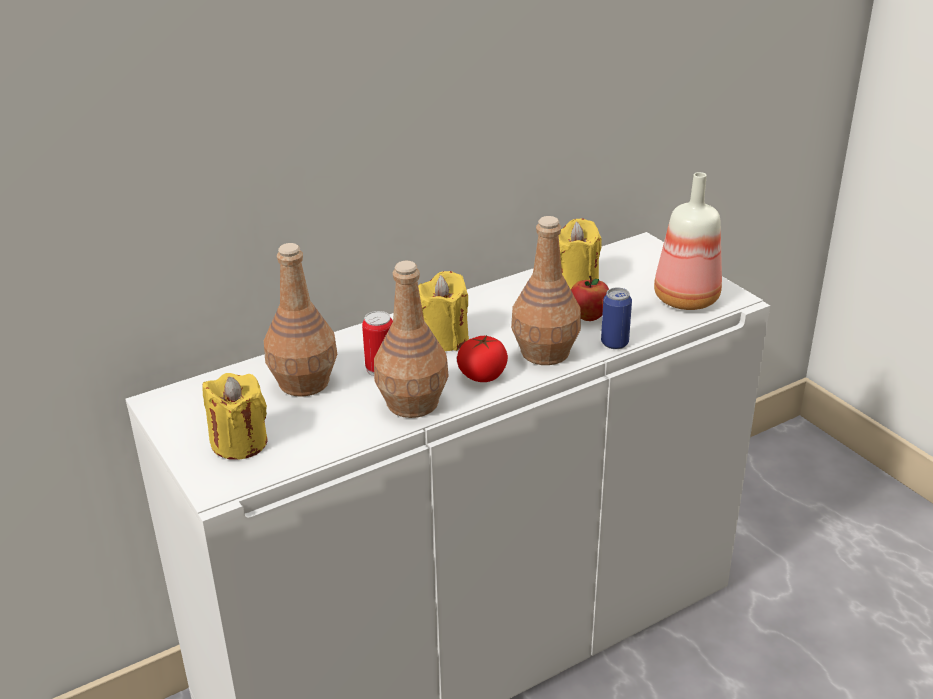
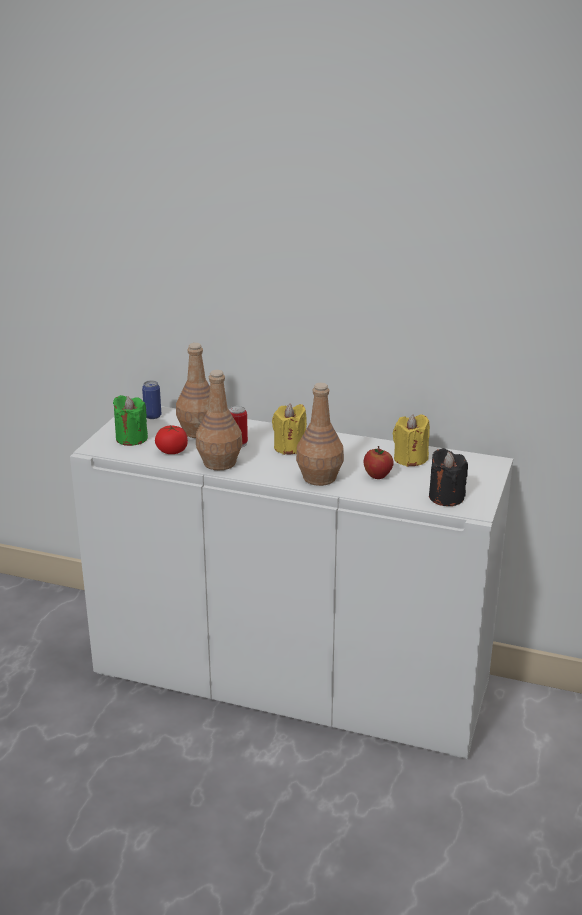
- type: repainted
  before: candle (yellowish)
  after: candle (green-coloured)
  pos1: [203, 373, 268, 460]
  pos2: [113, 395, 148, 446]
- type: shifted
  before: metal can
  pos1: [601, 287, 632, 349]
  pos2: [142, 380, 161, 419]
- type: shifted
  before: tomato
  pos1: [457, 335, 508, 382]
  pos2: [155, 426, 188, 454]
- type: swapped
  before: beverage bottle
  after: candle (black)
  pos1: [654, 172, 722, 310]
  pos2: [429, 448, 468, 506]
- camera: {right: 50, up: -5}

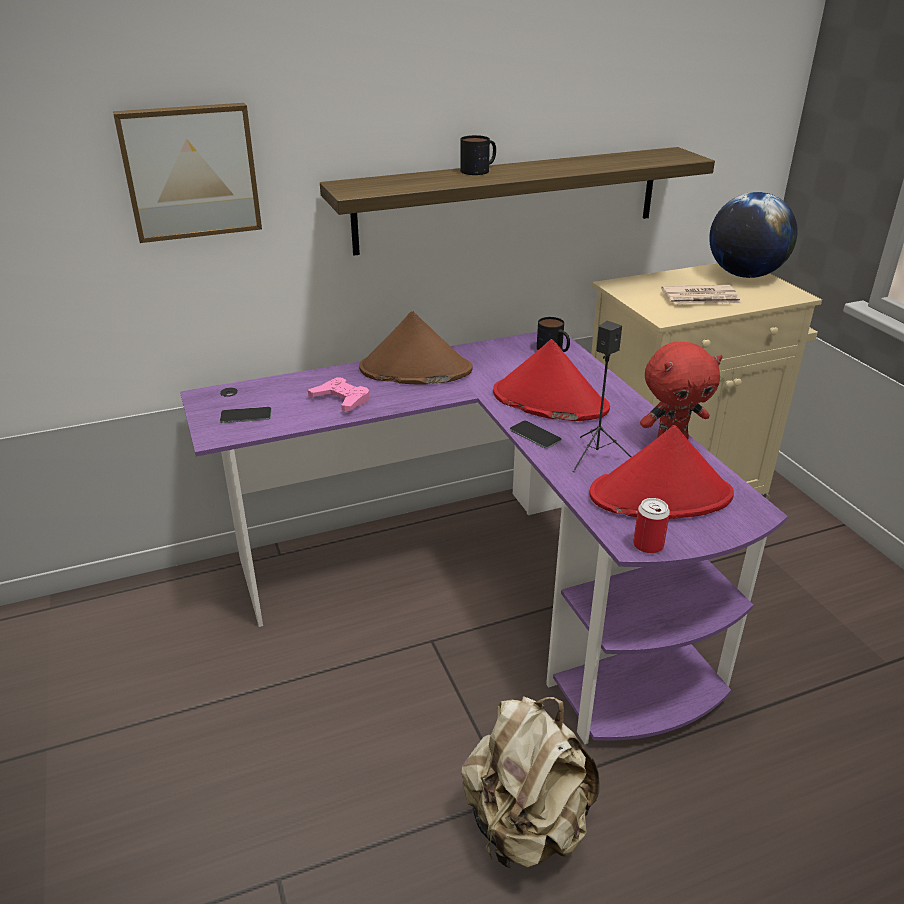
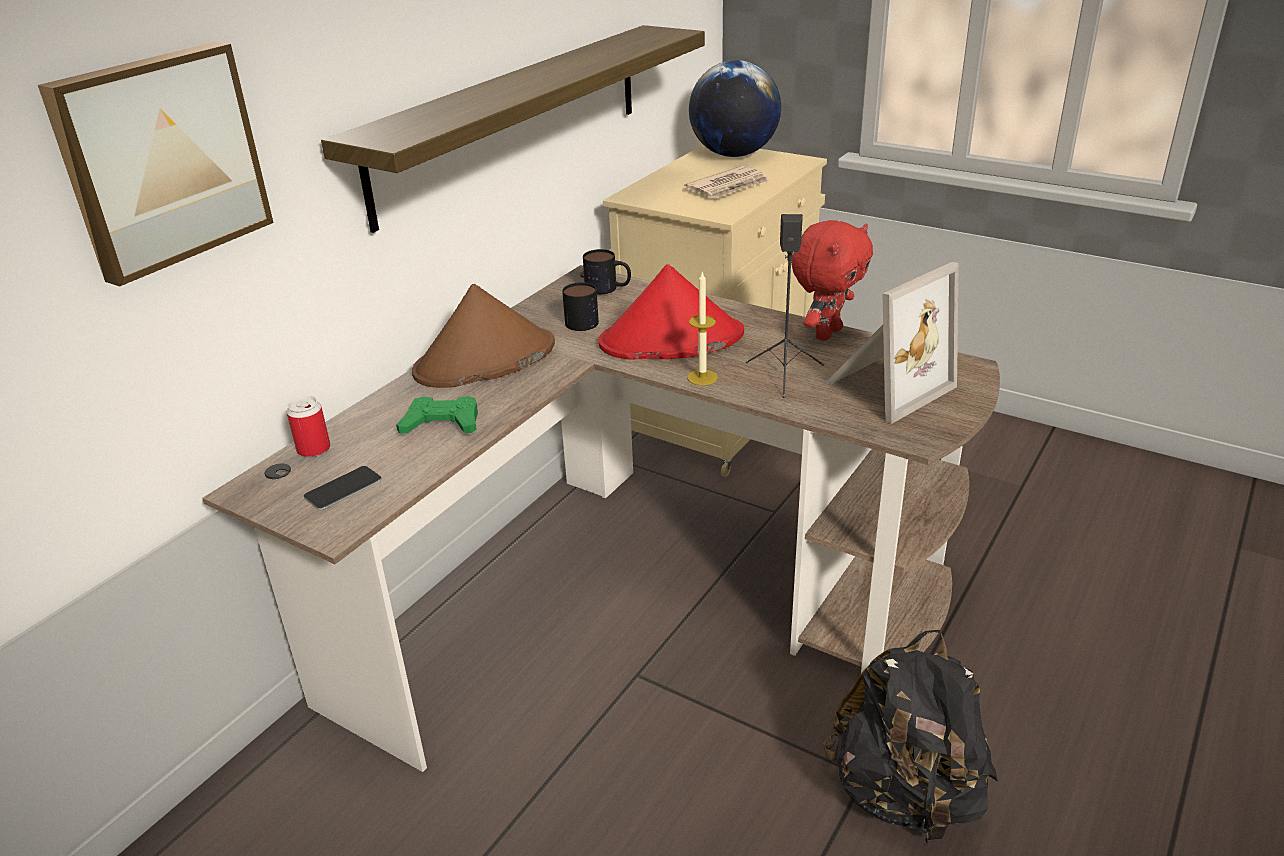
- type: repainted
  before: desk unit (purplish)
  after: desk unit (brown-coloured)
  pos1: [180, 332, 787, 744]
  pos2: [202, 265, 1000, 772]
- type: shifted
  before: metal can
  pos1: [633, 498, 670, 554]
  pos2: [287, 396, 330, 457]
- type: repainted
  before: joypad (pink-coloured)
  after: joypad (green-coloured)
  pos1: [308, 377, 370, 412]
  pos2: [396, 396, 478, 434]
- type: shifted
  before: mug
  pos1: [460, 135, 496, 175]
  pos2: [562, 282, 599, 331]
- type: swapped
  before: telephone
  after: candle
  pos1: [510, 421, 562, 449]
  pos2: [687, 271, 718, 385]
- type: repainted
  before: backpack (sand-coloured)
  after: backpack (black)
  pos1: [461, 696, 600, 869]
  pos2: [823, 630, 998, 845]
- type: swapped
  before: hat (reddish)
  after: photo frame
  pos1: [589, 425, 734, 519]
  pos2: [825, 262, 959, 424]
- camera: {right: -35, up: 0}

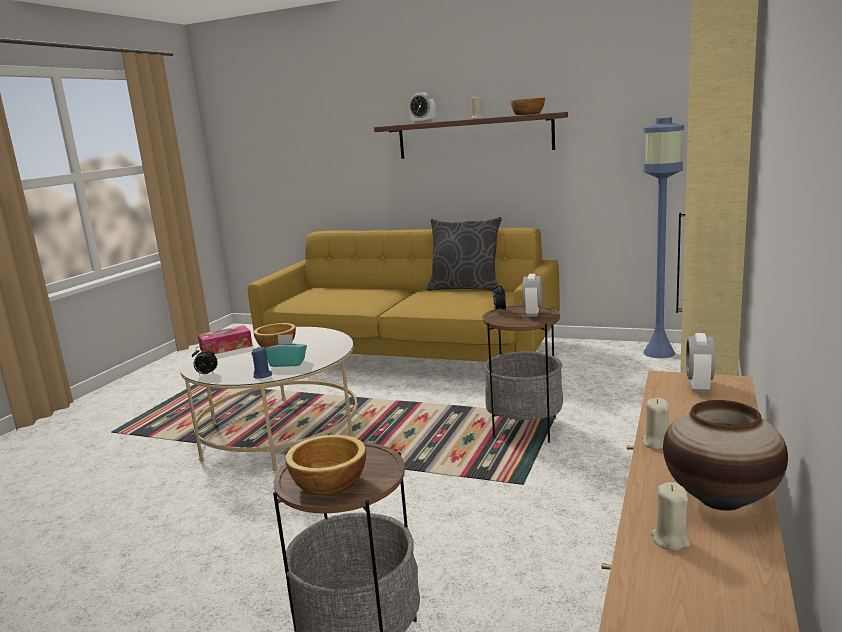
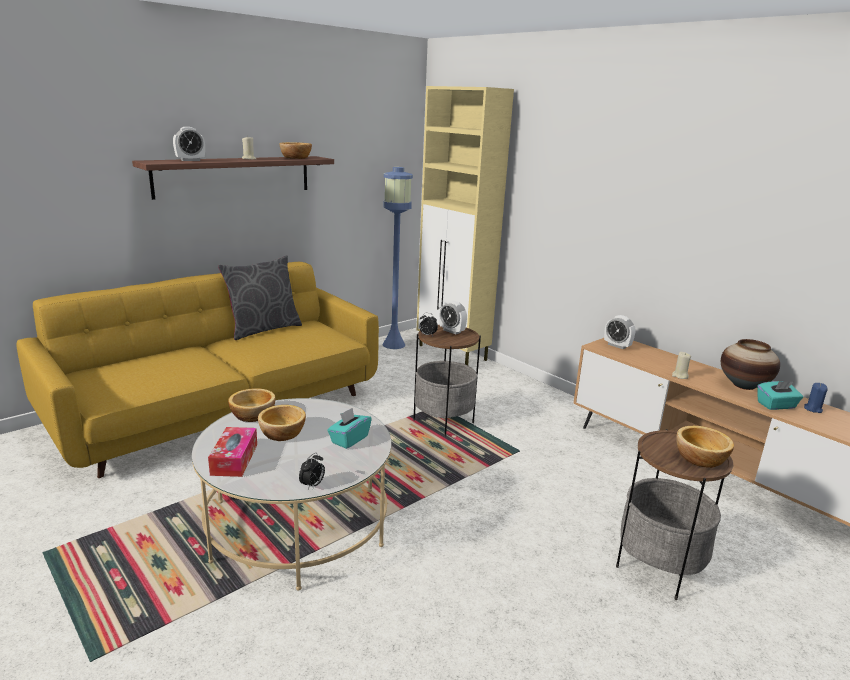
- type: new
  after: bowl
  pos2: [228, 388, 275, 422]
- type: swapped
  before: candle (sand-coloured)
  after: tissue holder (turquoise-coloured)
  pos1: [650, 482, 690, 551]
  pos2: [757, 381, 803, 410]
- type: shifted
  before: candle (blue)
  pos1: [251, 347, 272, 378]
  pos2: [804, 383, 828, 413]
- camera: {right: -65, up: 5}

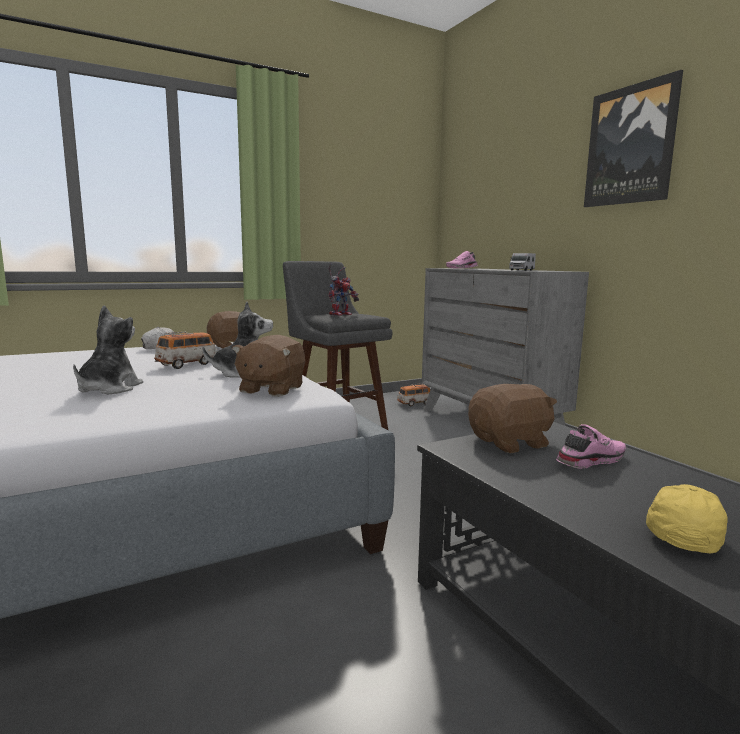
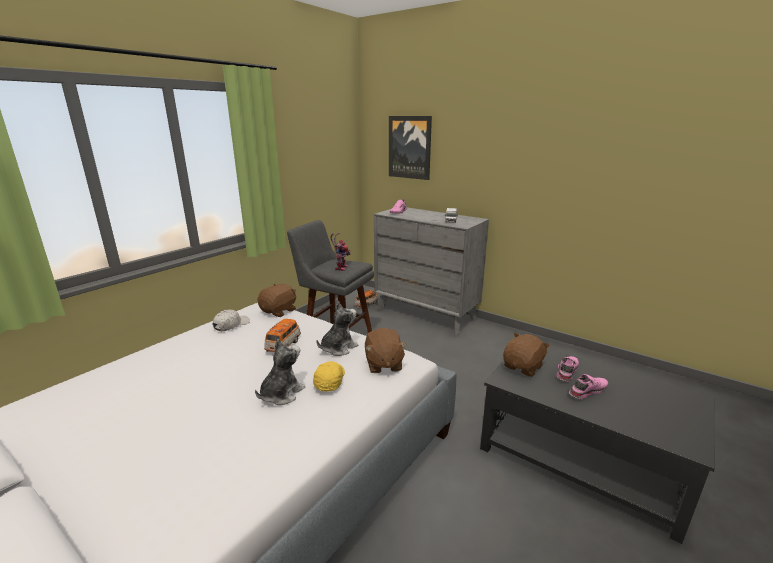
- type: rotated
  before: soft toy
  pos1: [73, 305, 143, 395]
  pos2: [255, 339, 305, 405]
  turn: 45
- type: shifted
  before: baseball cap (yellowish)
  pos1: [646, 484, 728, 553]
  pos2: [313, 361, 345, 392]
- type: shifted
  before: picture
  pos1: [584, 70, 683, 207]
  pos2: [389, 116, 432, 180]
- type: new
  after: low shoe (pink-coloured)
  pos2: [569, 374, 608, 399]
- camera: {right: -25, up: 10}

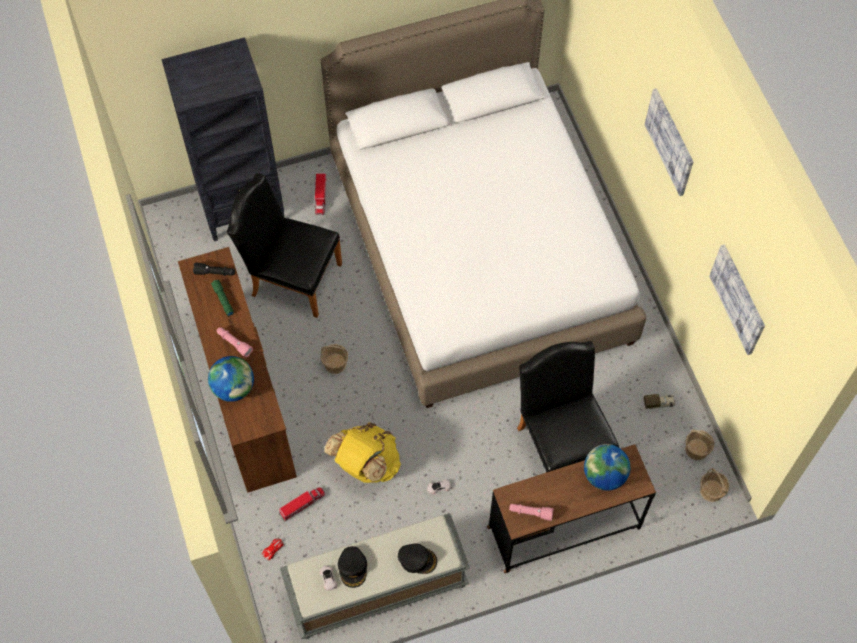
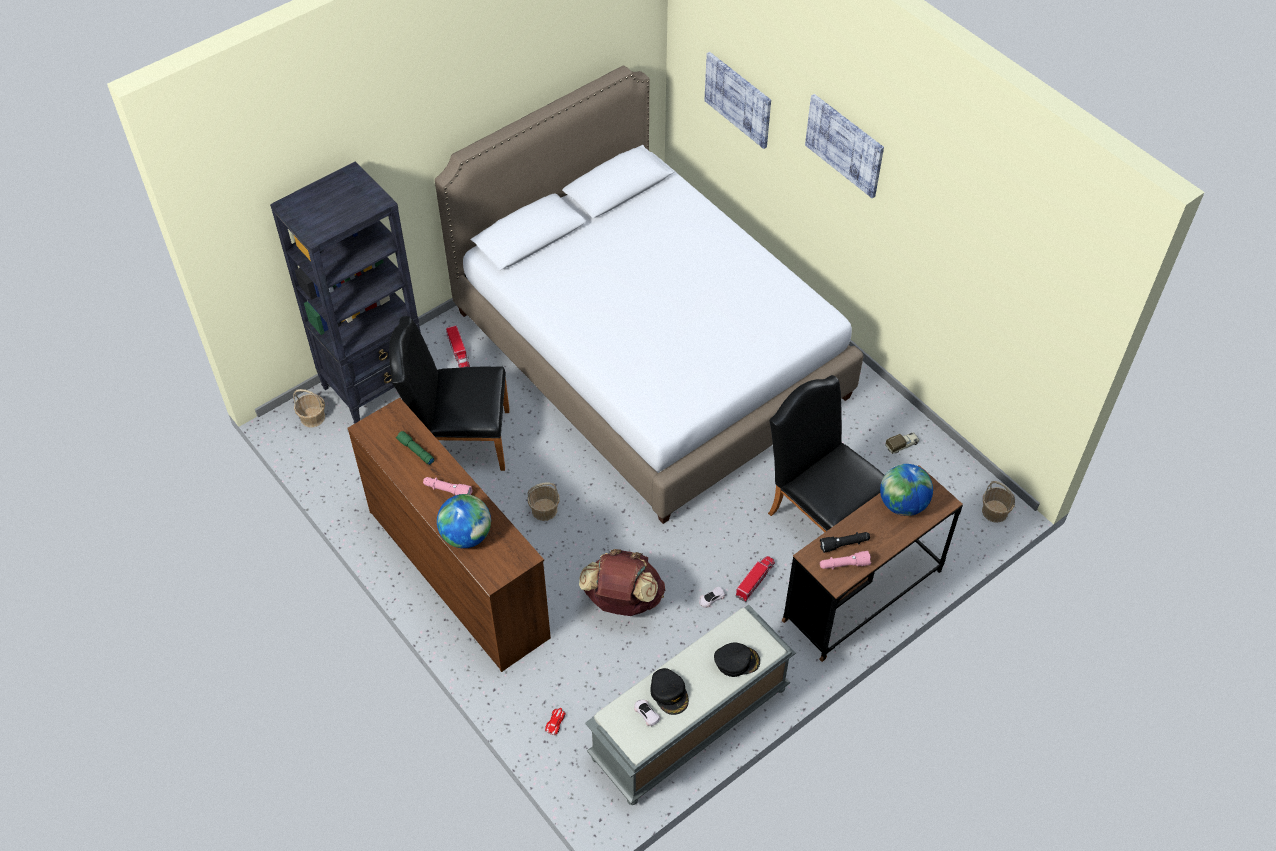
- type: shifted
  before: basket
  pos1: [685, 429, 714, 460]
  pos2: [293, 389, 325, 427]
- type: repainted
  before: backpack (yellowish)
  after: backpack (brown-coloured)
  pos1: [325, 422, 401, 483]
  pos2: [579, 549, 665, 616]
- type: shifted
  before: picture
  pos1: [709, 244, 765, 355]
  pos2: [704, 52, 771, 149]
- type: shifted
  before: toy truck
  pos1: [279, 487, 325, 521]
  pos2: [736, 556, 775, 602]
- type: shifted
  before: flashlight (black)
  pos1: [193, 262, 235, 276]
  pos2: [820, 532, 870, 553]
- camera: {right: -20, up: -10}

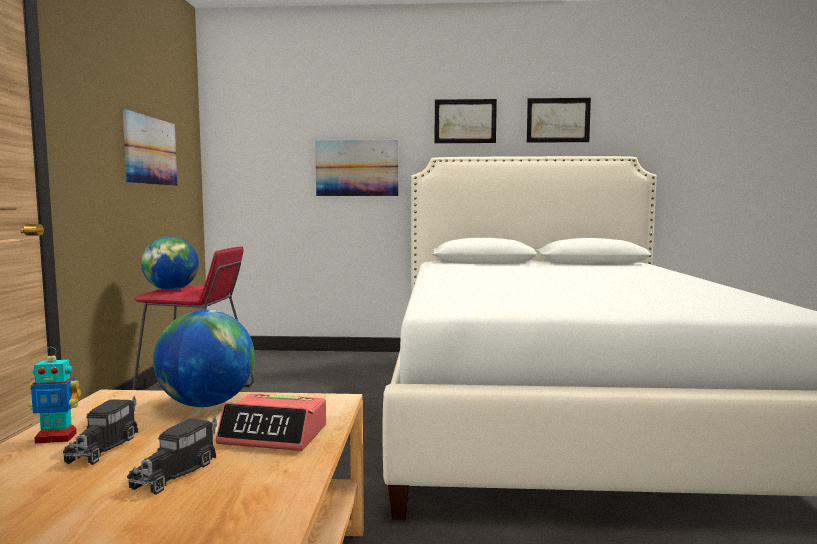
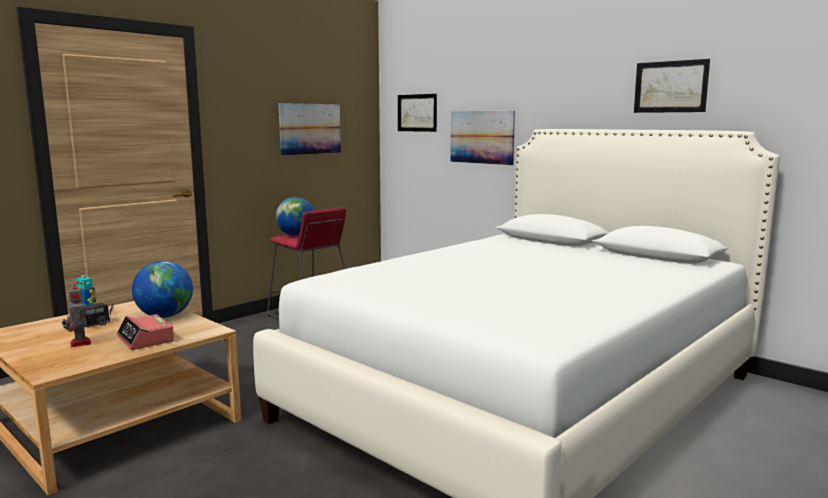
- type: swapped
  before: toy truck
  after: model robot
  pos1: [127, 416, 217, 495]
  pos2: [68, 285, 91, 347]
- type: shifted
  before: picture
  pos1: [435, 99, 497, 143]
  pos2: [398, 94, 437, 132]
- camera: {right: 40, up: 5}

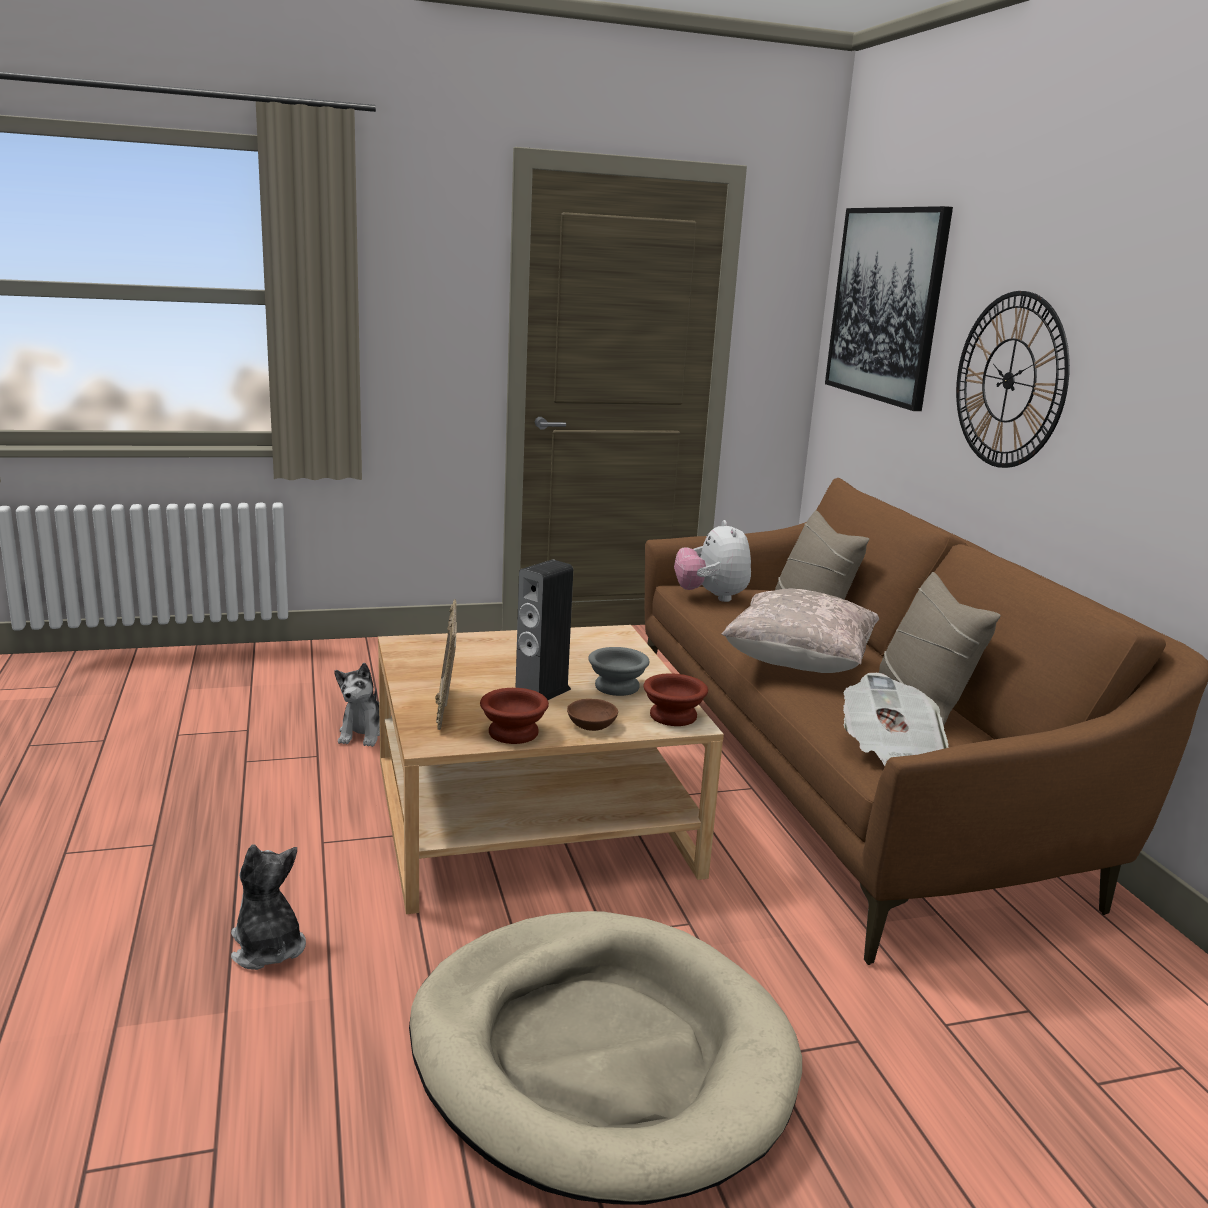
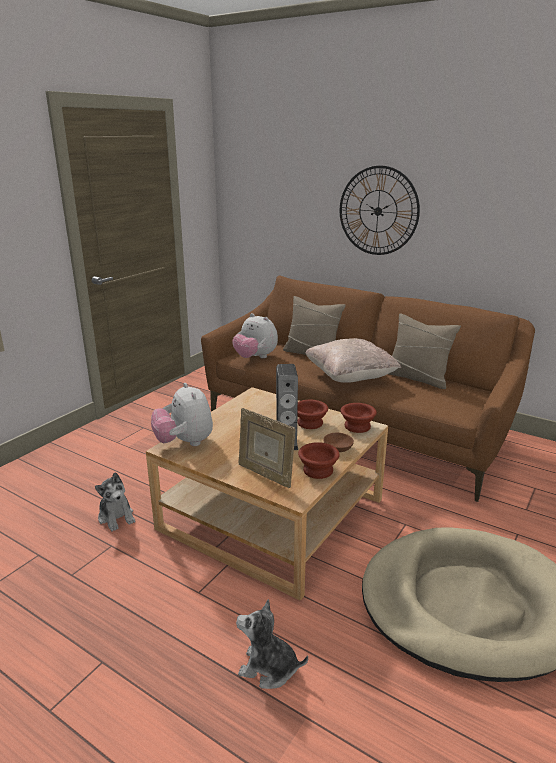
- type: new
  after: soft toy
  pos2: [151, 383, 213, 446]
- type: repainted
  before: bowl (grey)
  after: bowl (brown-coloured)
  pos1: [588, 647, 649, 696]
  pos2: [297, 400, 328, 429]
- type: gone
  before: picture
  pos1: [825, 206, 953, 411]
- type: gone
  before: newspaper
  pos1: [843, 673, 949, 766]
- camera: {right: -40, up: 5}

